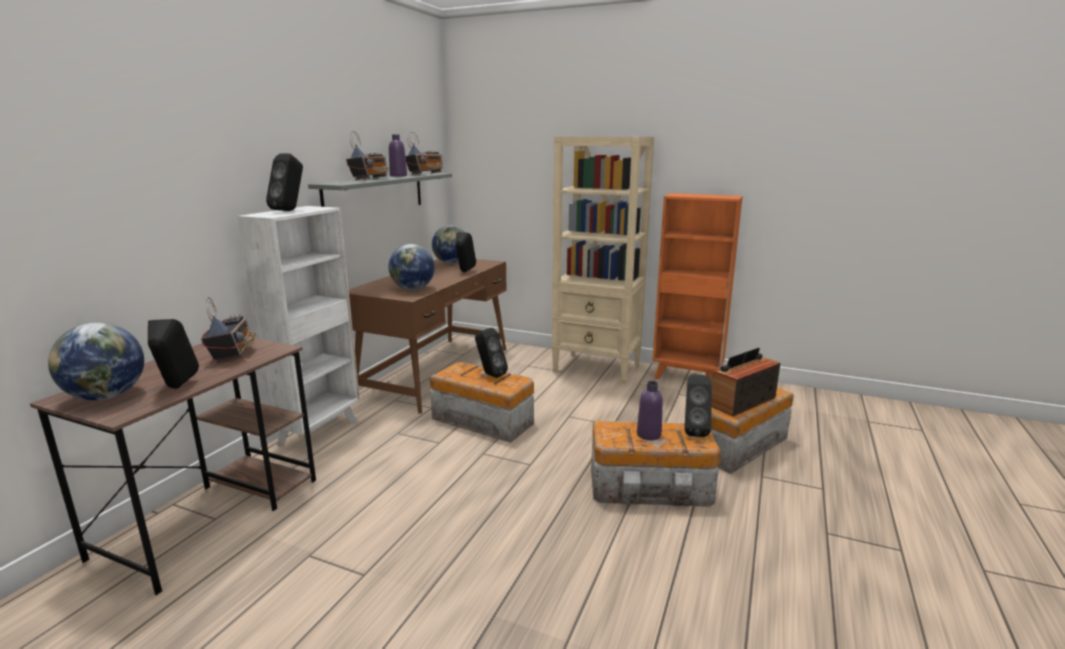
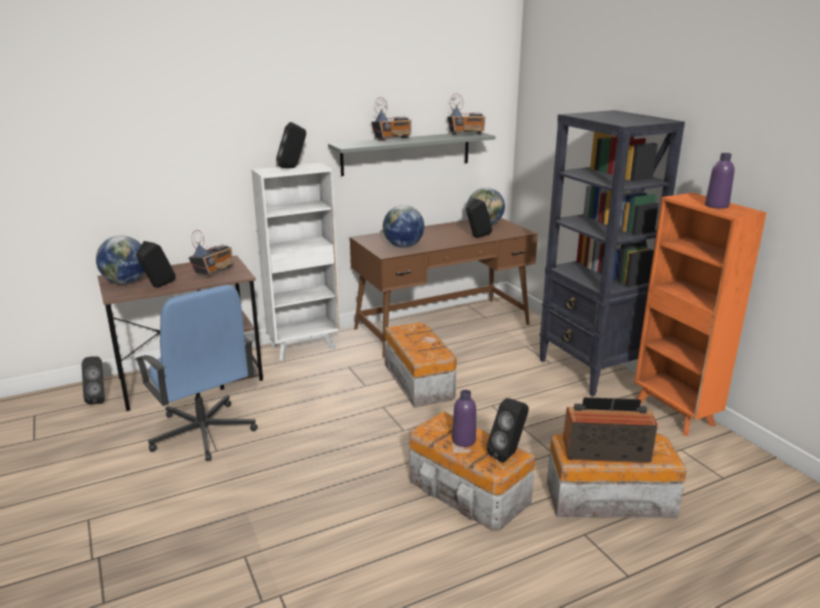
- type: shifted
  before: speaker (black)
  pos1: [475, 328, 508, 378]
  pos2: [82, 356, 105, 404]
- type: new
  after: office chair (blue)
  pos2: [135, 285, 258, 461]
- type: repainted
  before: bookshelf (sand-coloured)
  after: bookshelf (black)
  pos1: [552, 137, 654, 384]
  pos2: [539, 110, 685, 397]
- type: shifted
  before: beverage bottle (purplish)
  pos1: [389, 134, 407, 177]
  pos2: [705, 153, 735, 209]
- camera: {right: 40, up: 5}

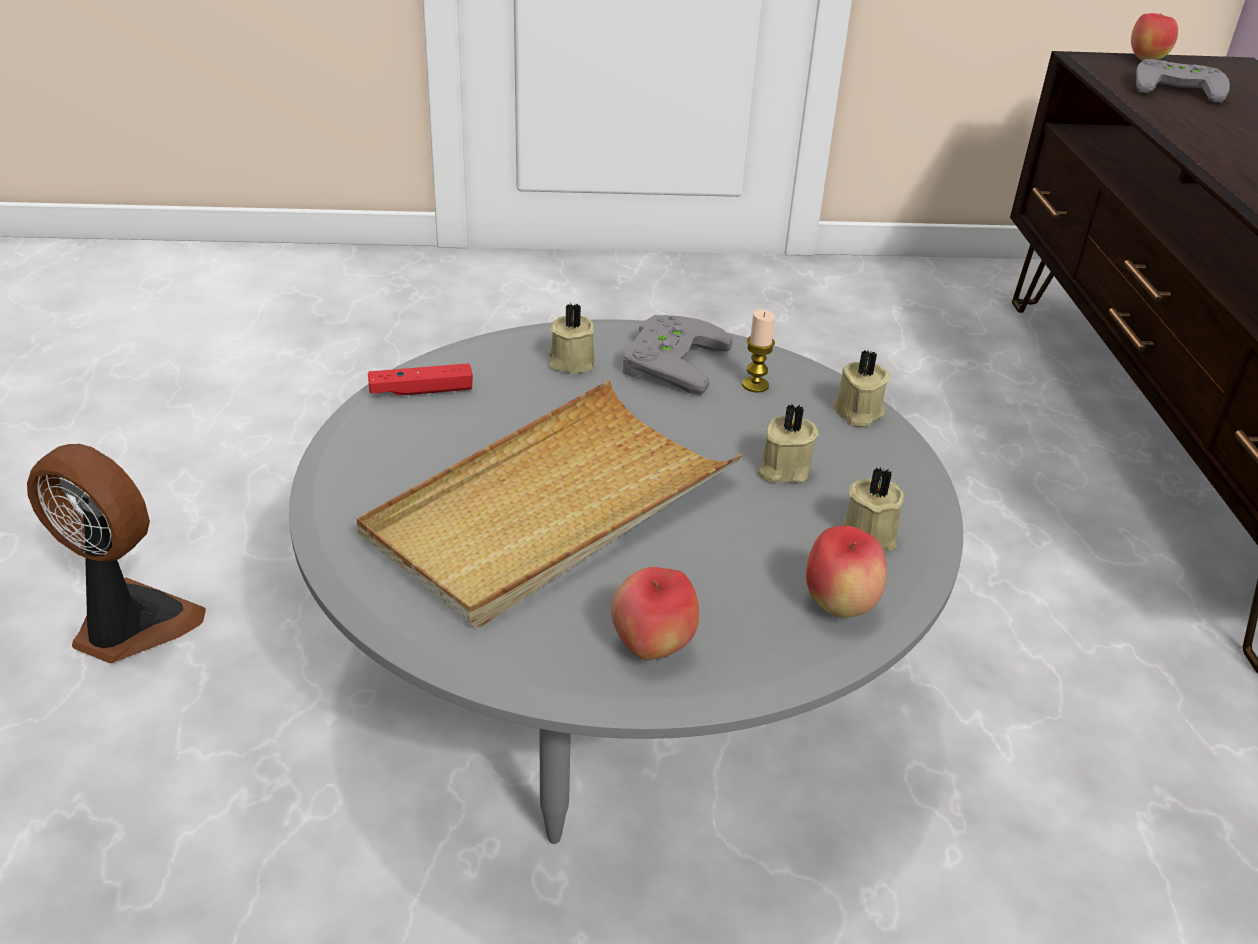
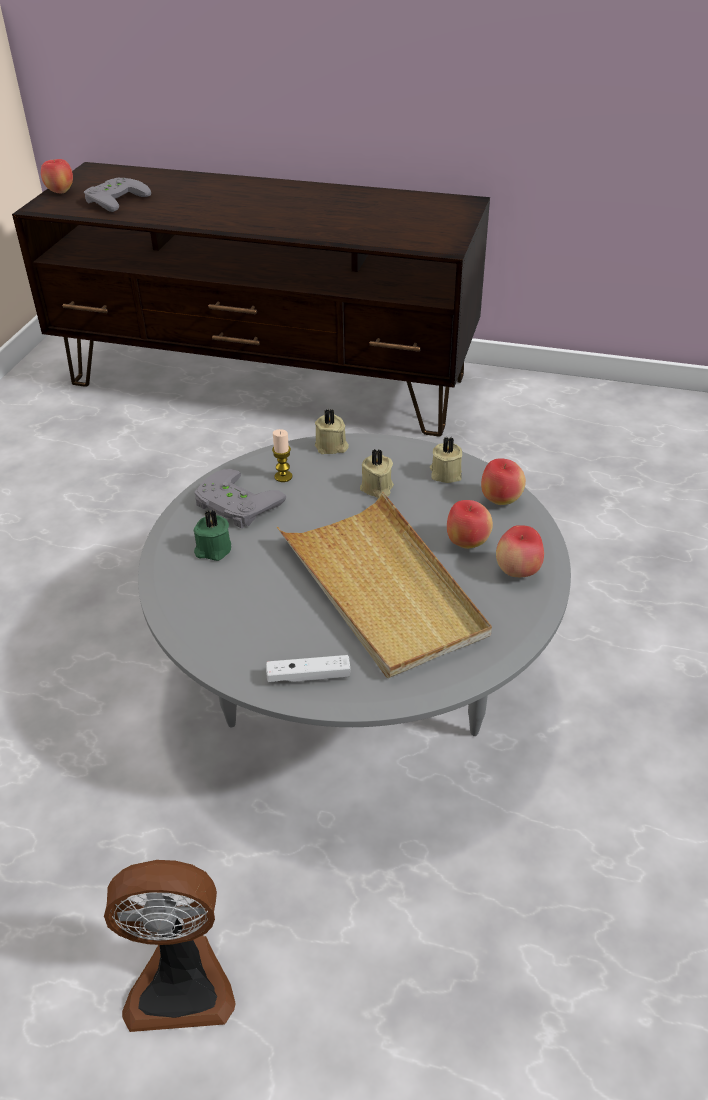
- type: rotated
  before: fan
  pos1: [27, 444, 206, 663]
  pos2: [104, 860, 236, 1032]
  turn: -135
- type: repainted
  before: candle (sand-coloured)
  after: candle (green-coloured)
  pos1: [548, 304, 596, 374]
  pos2: [194, 510, 231, 561]
- type: new
  after: joypad (white-coloured)
  pos2: [266, 655, 350, 682]
- type: new
  after: apple fruit
  pos2: [447, 500, 493, 549]
- type: gone
  before: joypad (reddish)
  pos1: [368, 363, 473, 396]
- camera: {right: -70, up: 5}

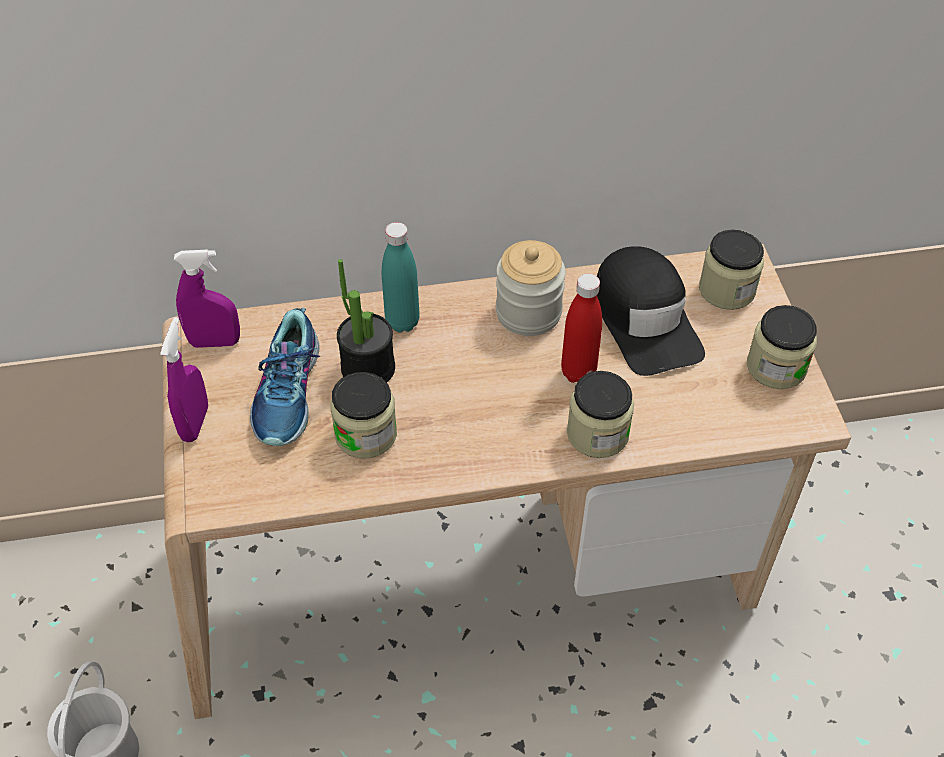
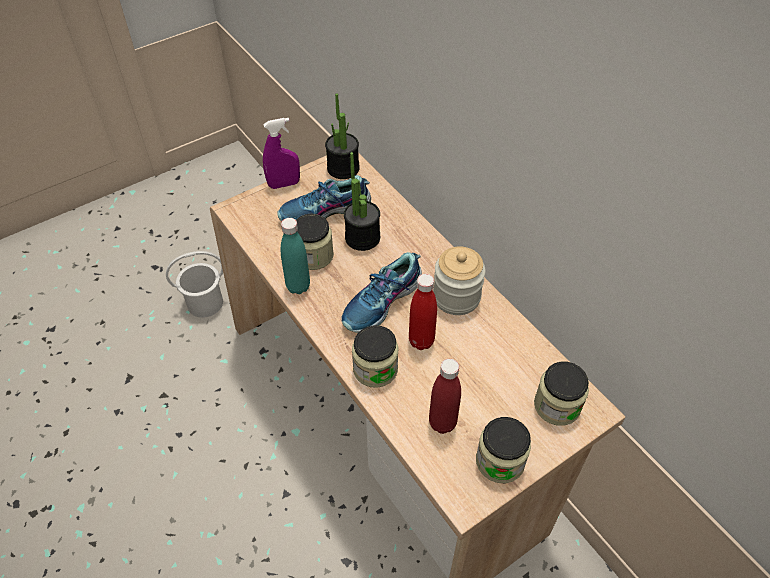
- type: shifted
  before: beverage bottle (turquoise-coloured)
  pos1: [382, 222, 420, 332]
  pos2: [281, 218, 310, 294]
- type: swapped
  before: sprayer (purplish)
  after: potted plant
  pos1: [174, 249, 240, 348]
  pos2: [325, 93, 360, 179]
- type: new
  after: low shoe
  pos2: [341, 252, 422, 333]
- type: new
  after: beverage bottle (reddish)
  pos2: [429, 359, 461, 434]
- type: gone
  before: baseball cap (black)
  pos1: [597, 246, 705, 376]
- camera: {right: 65, up: 0}

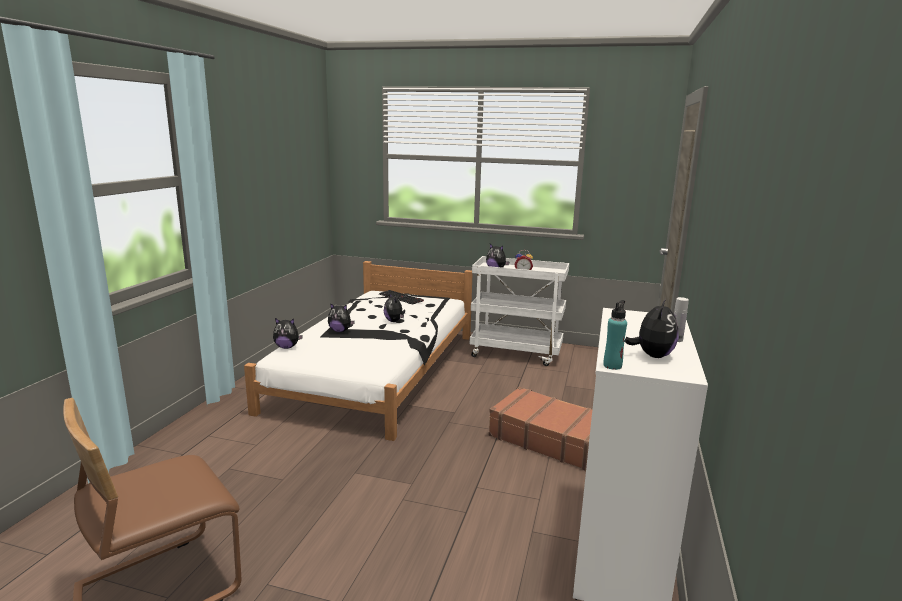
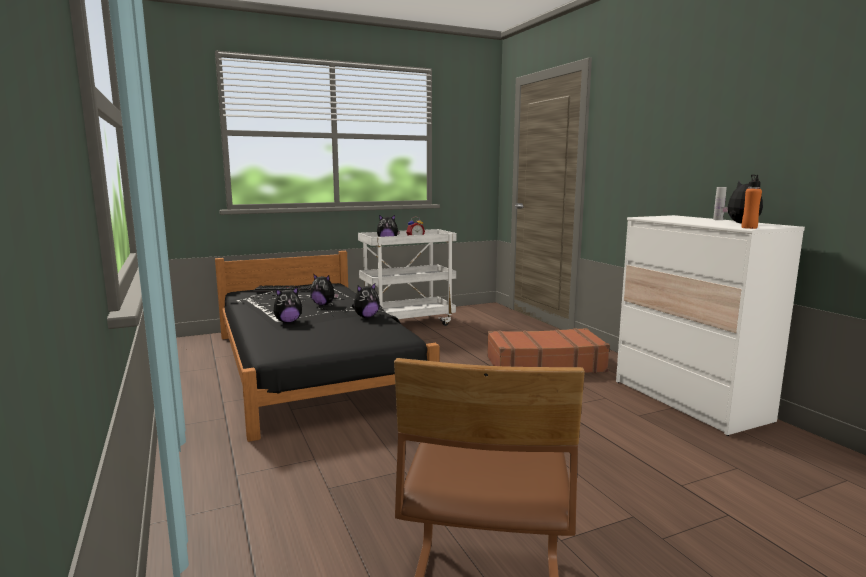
- type: repainted
  before: bedroom bed (white-coloured)
  after: bedroom bed (black)
  pos1: [244, 261, 473, 441]
  pos2: [215, 251, 439, 442]
- type: shifted
  before: soft toy
  pos1: [273, 318, 303, 349]
  pos2: [352, 283, 380, 318]
- type: repainted
  before: beverage bottle (turquoise-coloured)
  after: beverage bottle (orange-coloured)
  pos1: [603, 300, 627, 370]
  pos2: [741, 174, 762, 229]
- camera: {right: -40, up: -5}

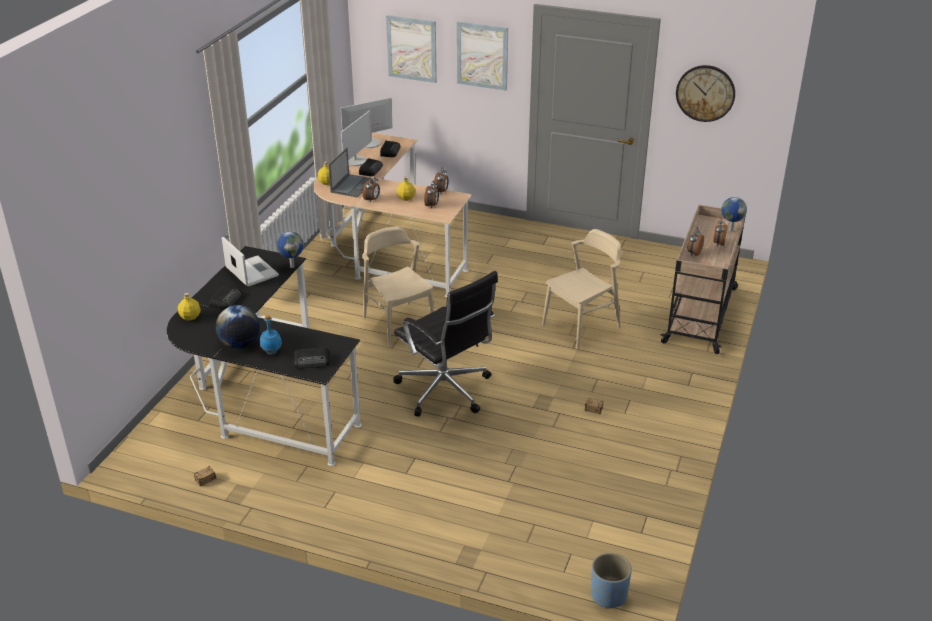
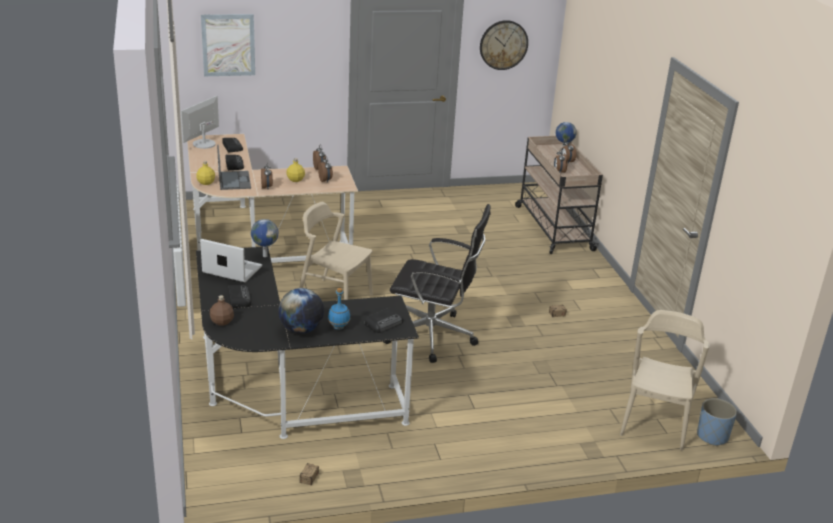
- type: repainted
  before: beverage bottle (yellowish)
  after: beverage bottle (brown-coloured)
  pos1: [178, 293, 201, 320]
  pos2: [210, 295, 234, 326]
- type: shifted
  before: plain chair (sand-coloured)
  pos1: [542, 229, 621, 349]
  pos2: [620, 310, 710, 451]
- type: gone
  before: computer screen
  pos1: [341, 111, 372, 166]
- type: gone
  before: picture
  pos1: [457, 22, 508, 90]
- camera: {right: -35, up: -5}

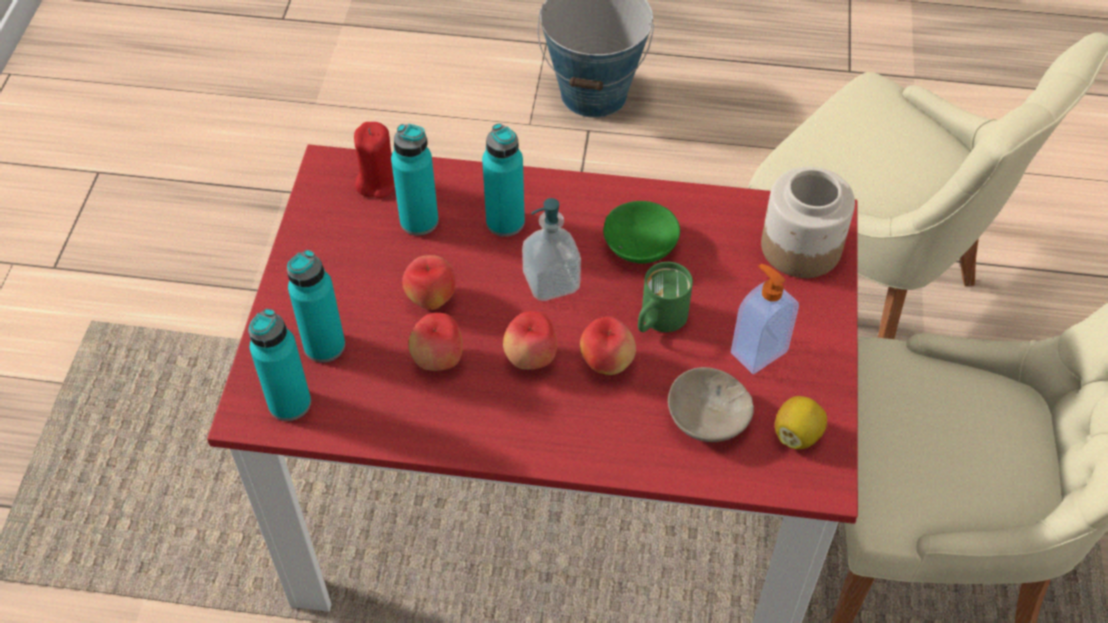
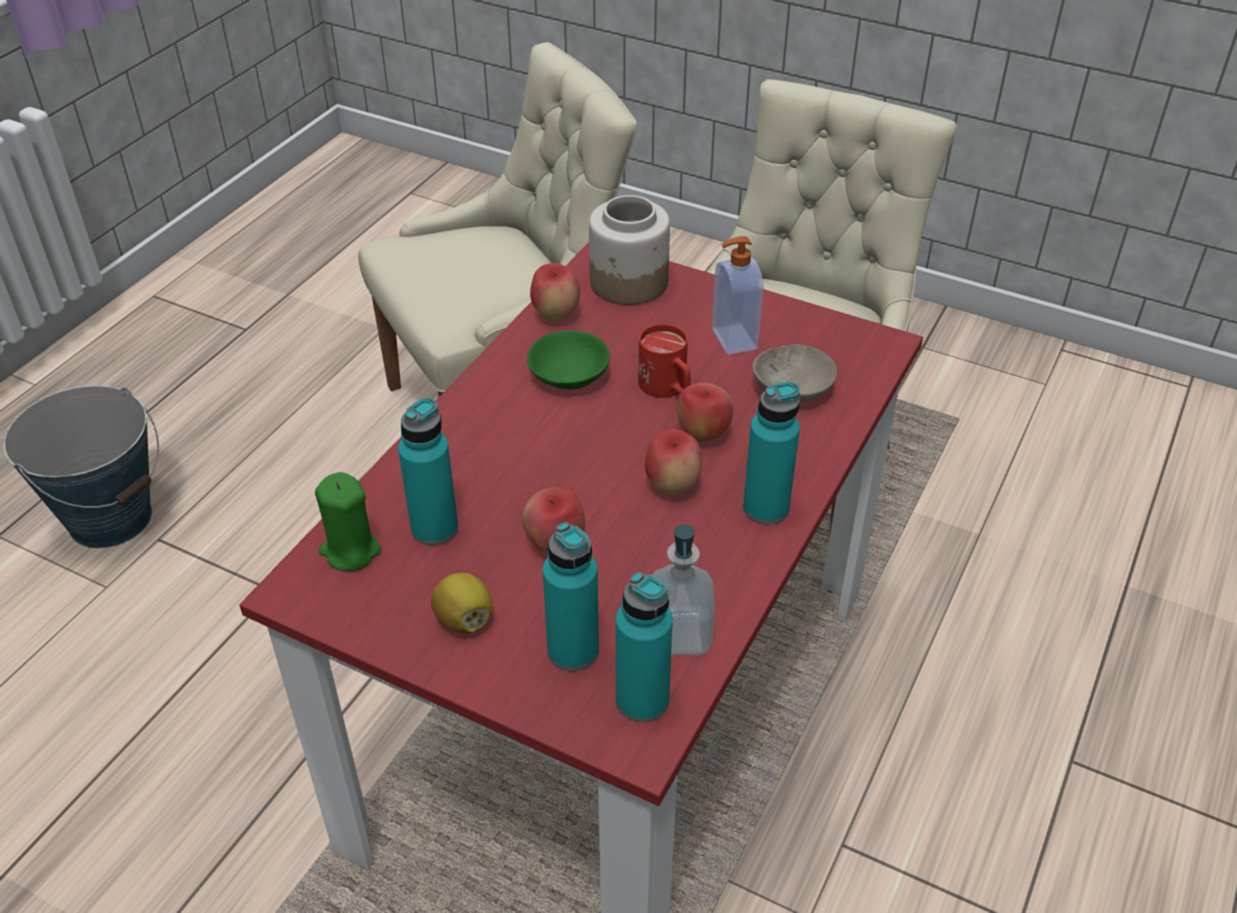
- type: repainted
  before: candle (reddish)
  after: candle (green-coloured)
  pos1: [354, 122, 395, 198]
  pos2: [315, 472, 381, 571]
- type: shifted
  before: whole lemon
  pos1: [775, 396, 827, 449]
  pos2: [431, 573, 492, 633]
- type: shifted
  before: apple fruit
  pos1: [408, 313, 463, 371]
  pos2: [530, 263, 580, 321]
- type: repainted
  before: mug (green-coloured)
  after: mug (reddish)
  pos1: [638, 262, 693, 332]
  pos2: [638, 323, 691, 398]
- type: shifted
  before: soap bottle
  pos1: [522, 198, 581, 301]
  pos2: [652, 524, 715, 655]
- type: shifted
  before: beverage bottle (turquoise-coloured)
  pos1: [482, 123, 525, 237]
  pos2: [743, 381, 800, 525]
- camera: {right: -70, up: -10}

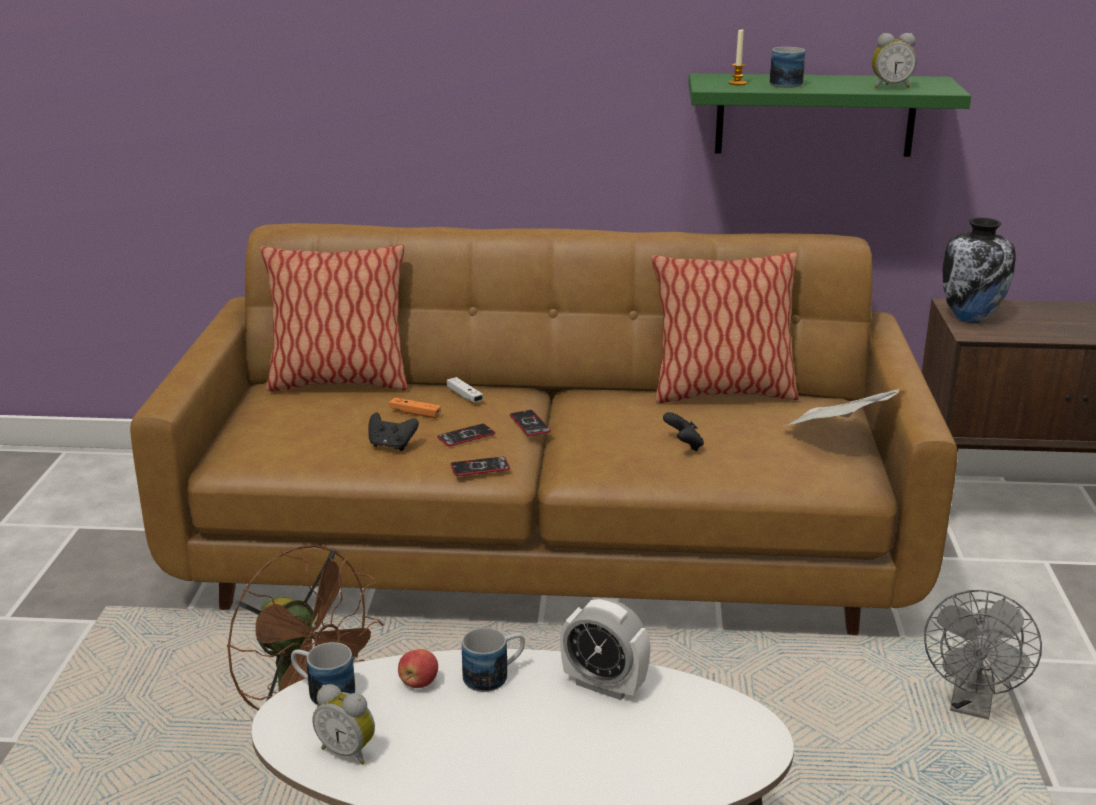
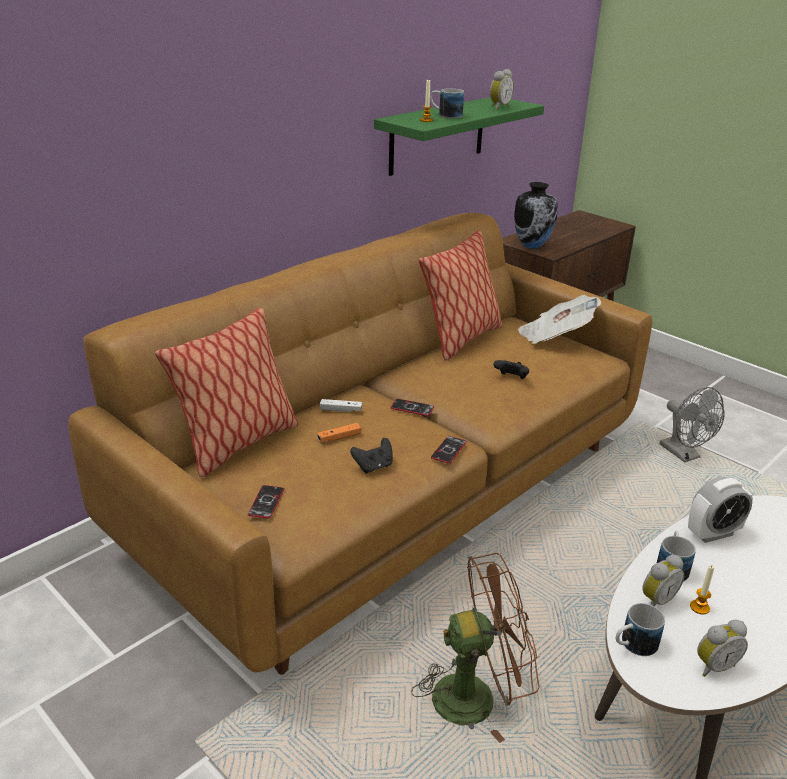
- type: shifted
  before: telephone
  pos1: [437, 424, 495, 446]
  pos2: [248, 485, 284, 519]
- type: swapped
  before: apple fruit
  after: bedside clock
  pos1: [398, 649, 438, 688]
  pos2: [642, 555, 684, 606]
- type: new
  after: candle
  pos2: [690, 566, 715, 614]
- camera: {right: -50, up: 5}

